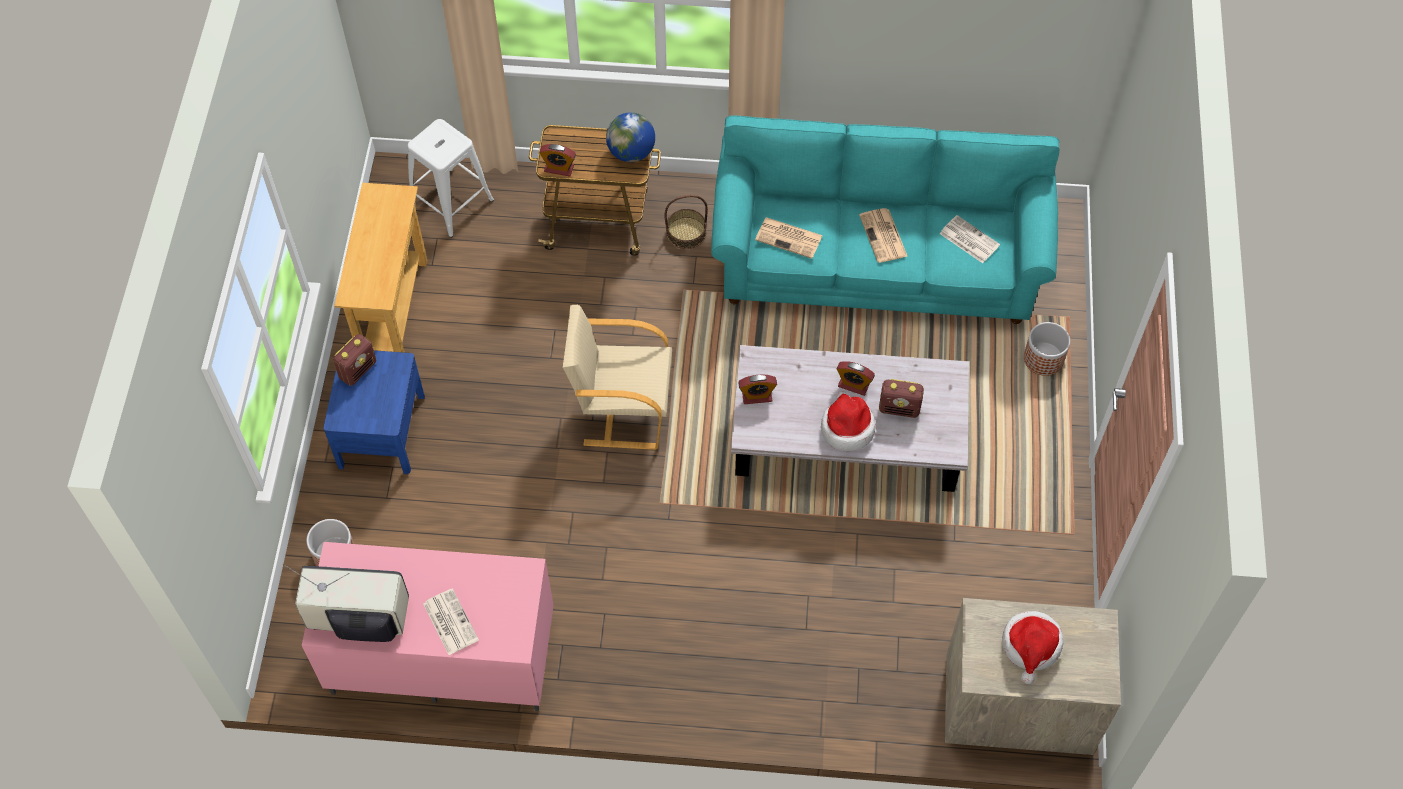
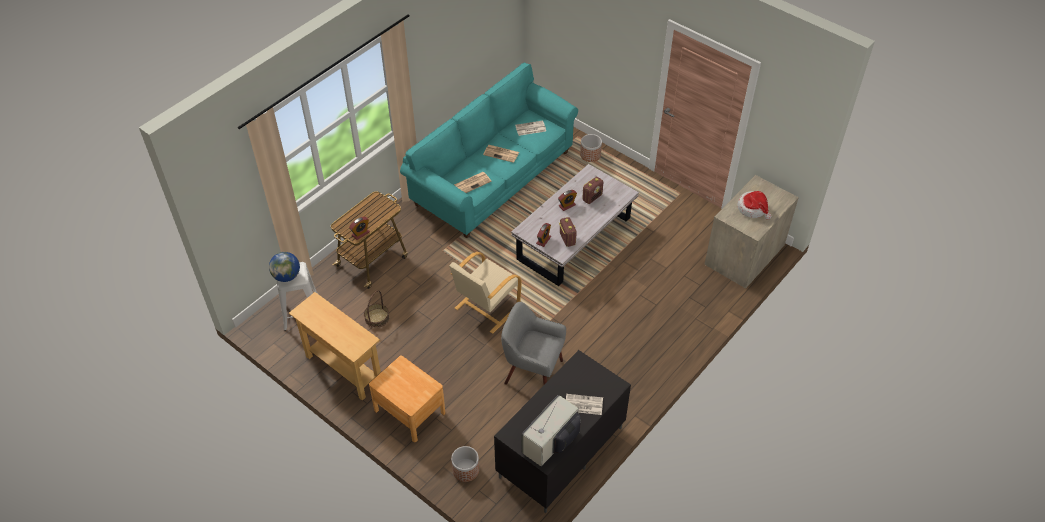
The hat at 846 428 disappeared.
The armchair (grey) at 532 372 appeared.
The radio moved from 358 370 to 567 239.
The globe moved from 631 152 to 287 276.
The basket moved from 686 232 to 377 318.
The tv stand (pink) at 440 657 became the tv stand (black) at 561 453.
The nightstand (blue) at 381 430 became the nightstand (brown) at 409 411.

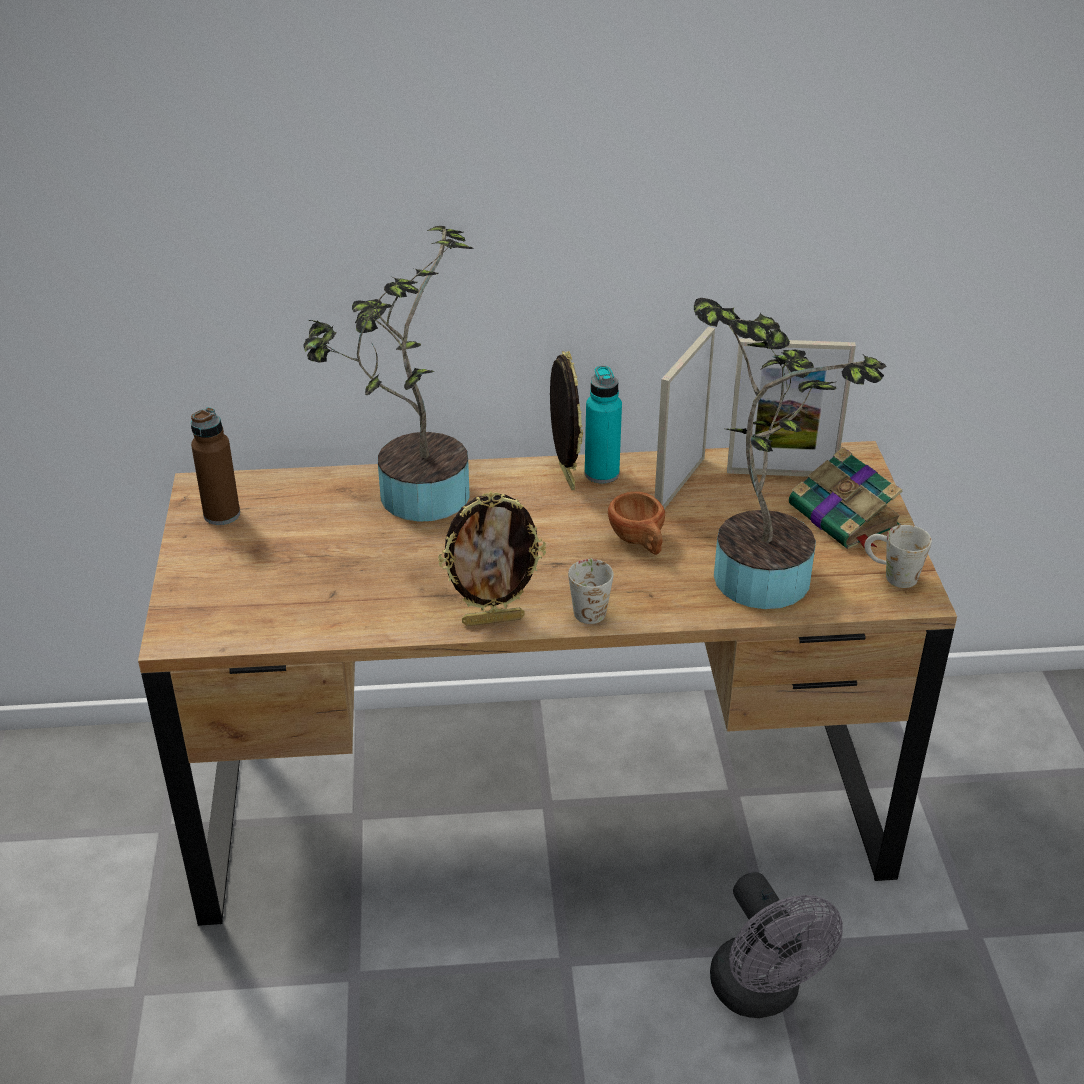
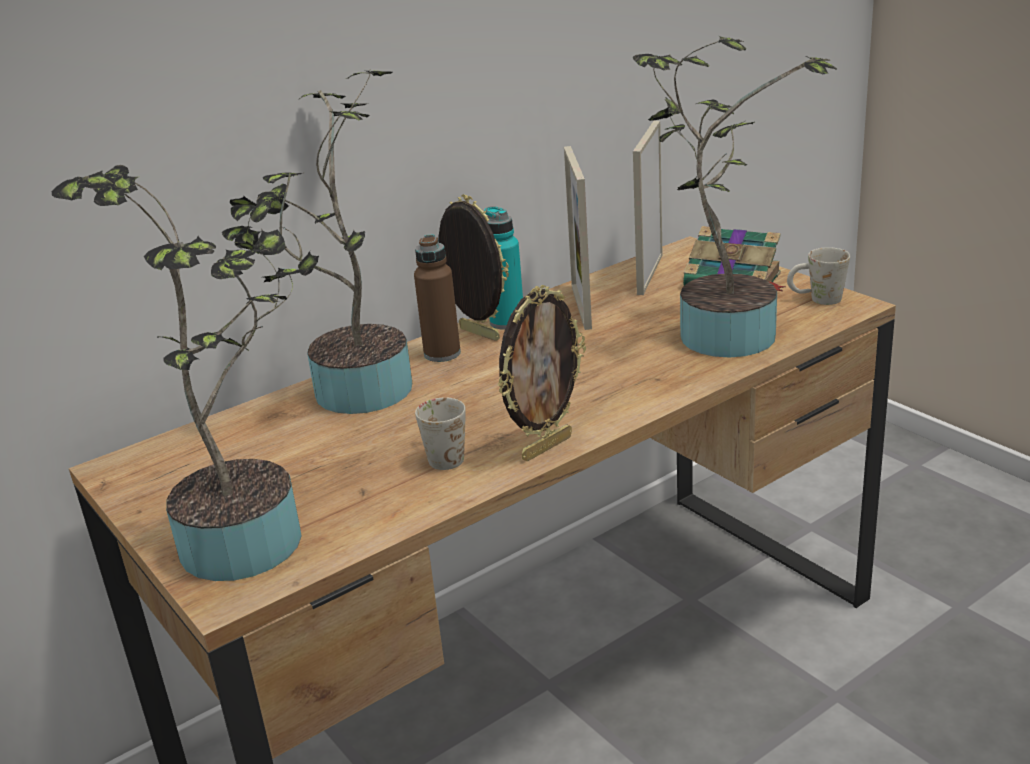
The cup (brown) at 639 542 disappeared.
The fan (grey) at 762 994 disappeared.
The potted plant at 251 534 appeared.
The bottle (brown) moved from 222 514 to 442 354.
The mug (white) moved from 589 606 to 440 455.
The picture frame at 781 473 turned 135 degrees clockwise.

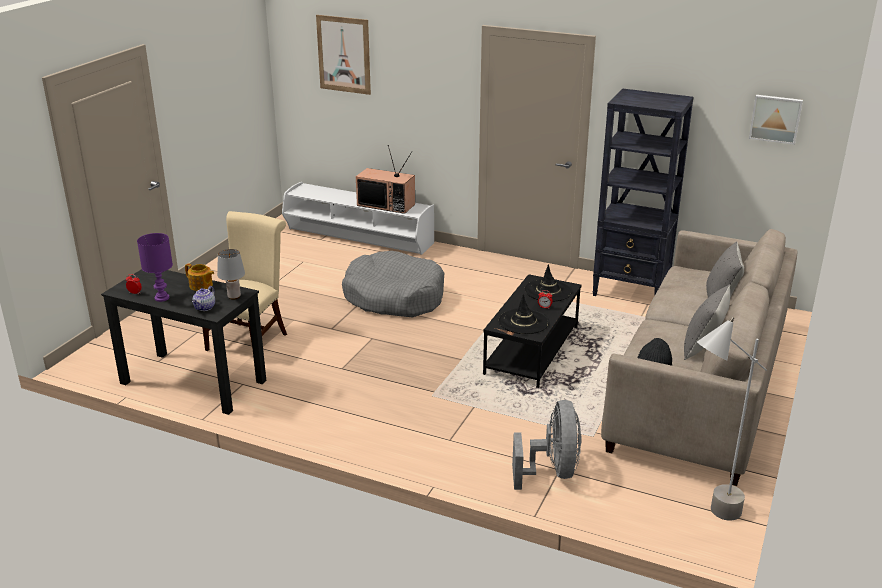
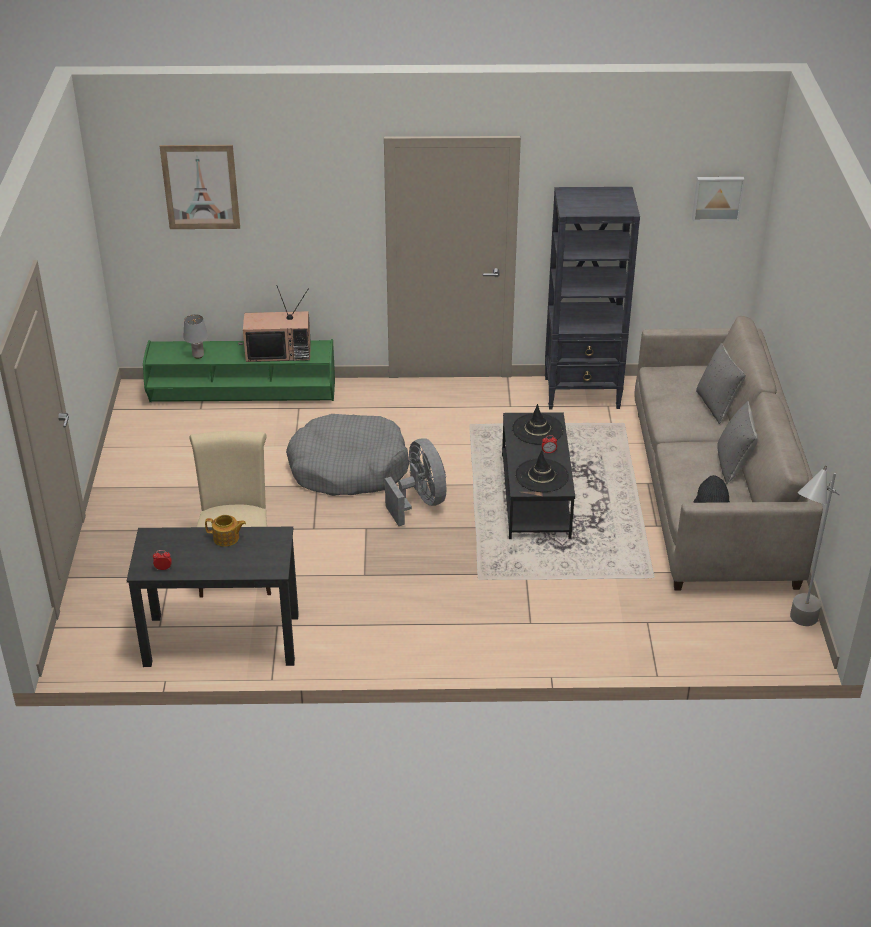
The table lamp (purple) at 162 298 disappeared.
The teapot at 205 308 disappeared.
The table lamp (grey) moved from 234 297 to 198 356.
The fan (grey) moved from 552 471 to 420 502.
The tv stand (white) at 358 238 became the tv stand (green) at 243 395.

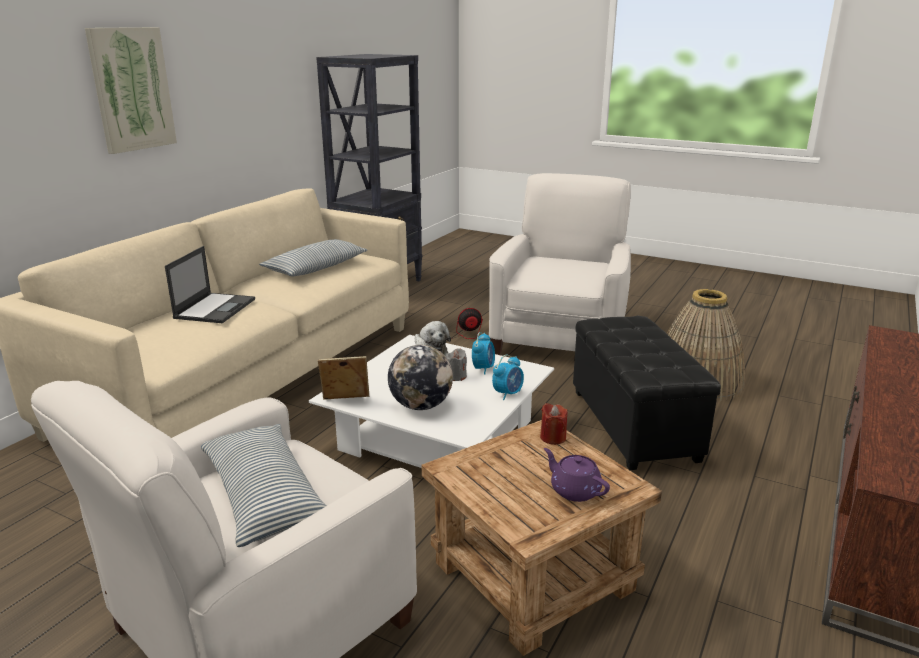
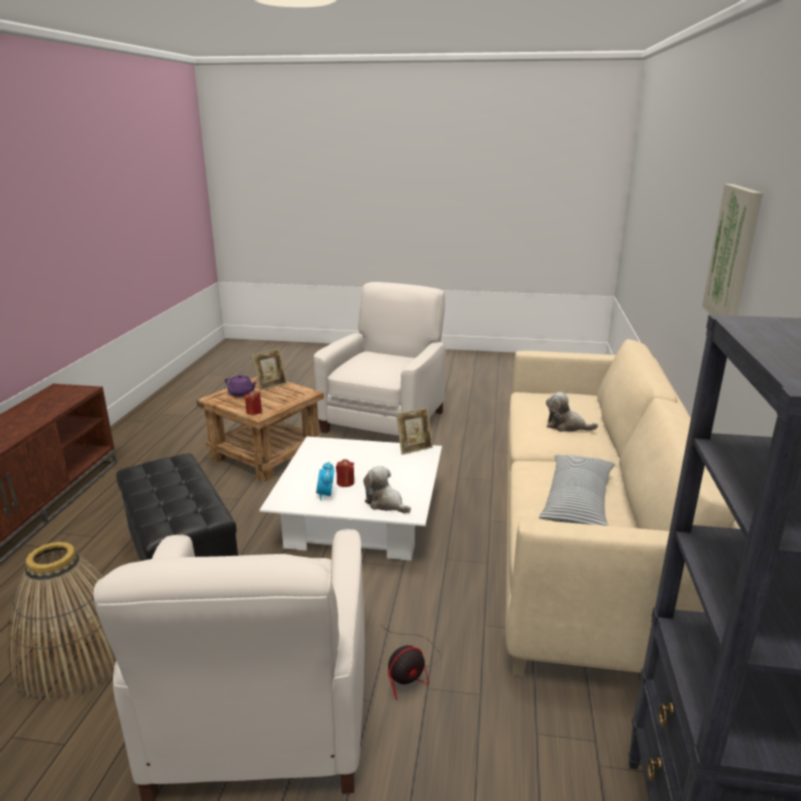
The pillow at 263 495 disappeared.
The globe at 420 406 disappeared.
The alarm clock at 508 393 disappeared.
The picture frame at 271 385 appeared.
The laptop at 215 308 was replaced by the plush toy at 566 426.
The candle (grey) at 456 376 became the candle (red) at 345 482.

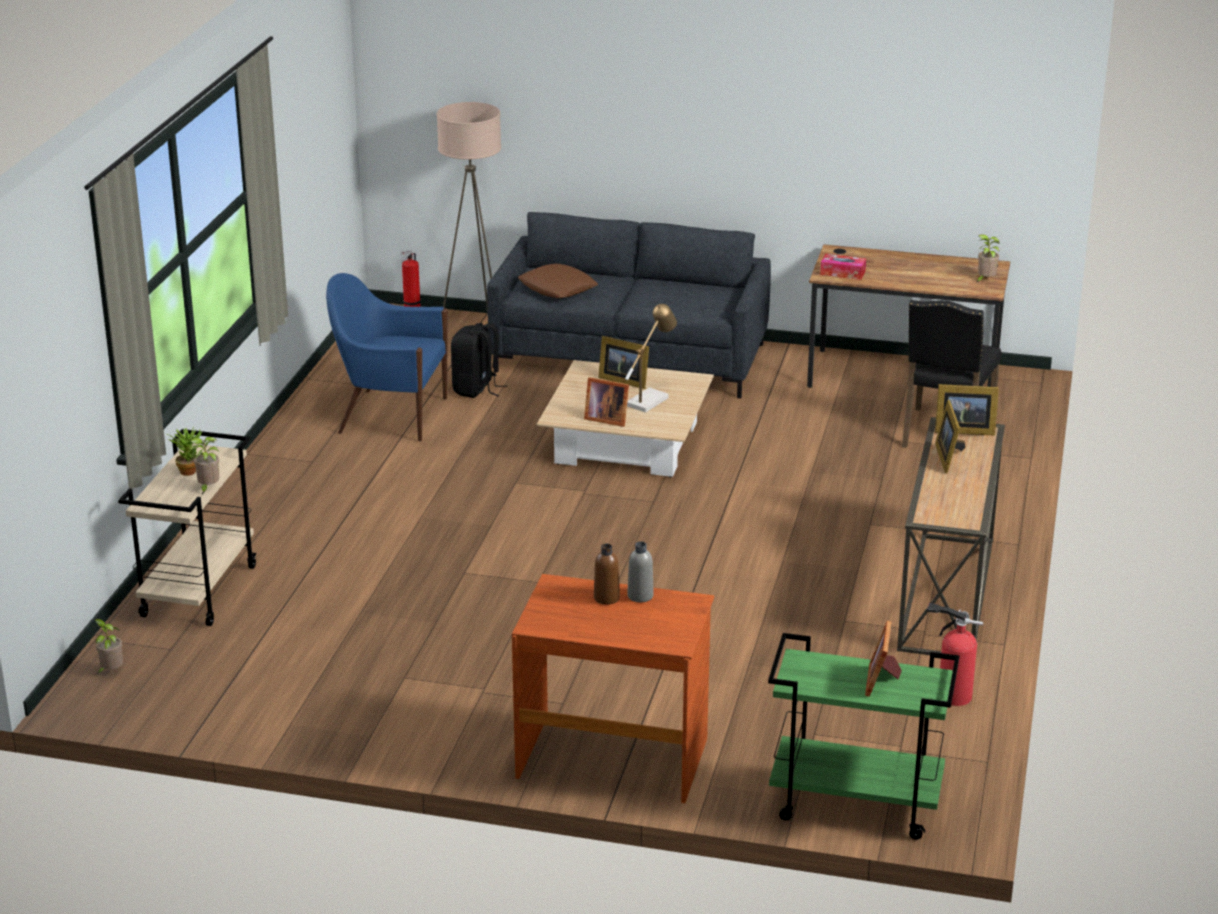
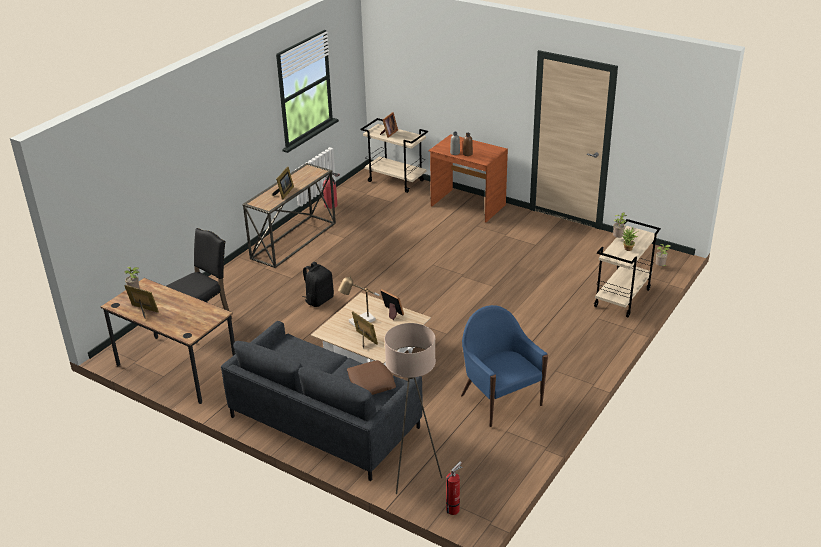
The tissue box at 842 273 disappeared.
The backpack (black) moved from 476 389 to 319 300.
The picture frame moved from 962 430 to 143 311.
The cart (green) at 853 804 became the cart (beige) at 396 181.
The armchair (blue) at 390 415 turned 150 degrees counterclockwise.

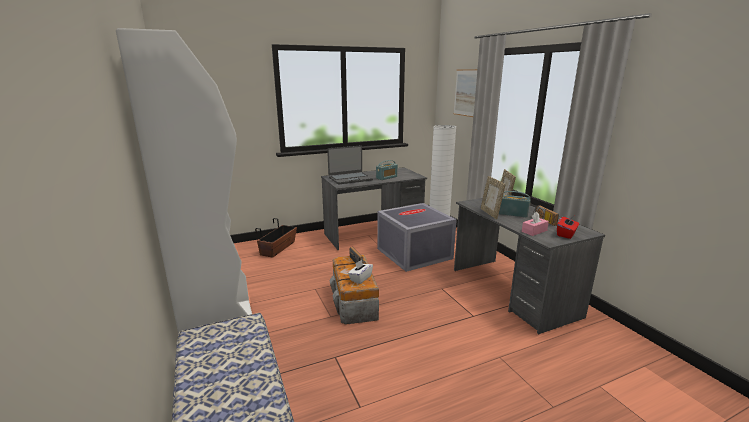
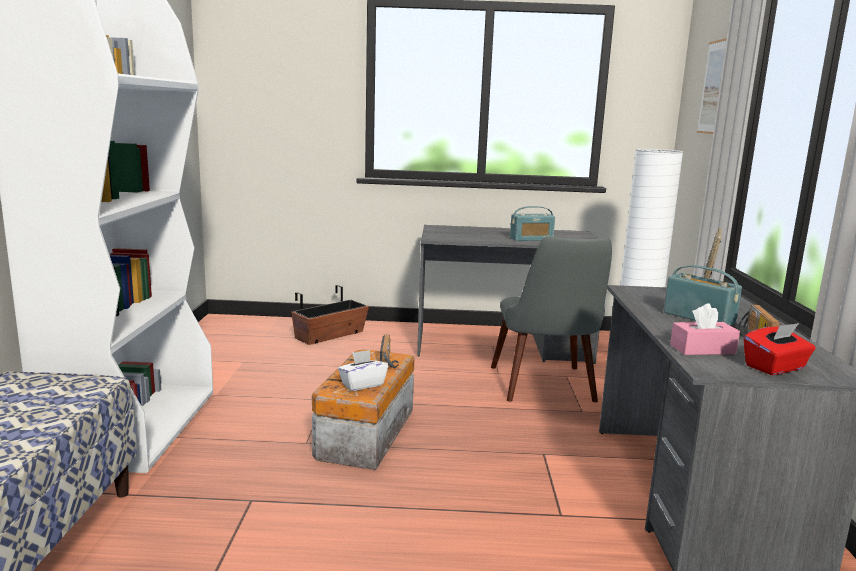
The laptop at 350 179 disappeared.
The picture frame at 490 213 disappeared.
The storage box (grey) at 414 254 was replaced by the chair (grey) at 546 389.

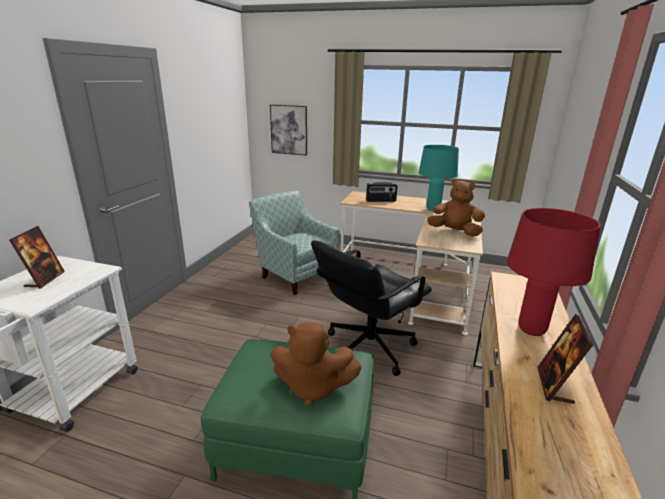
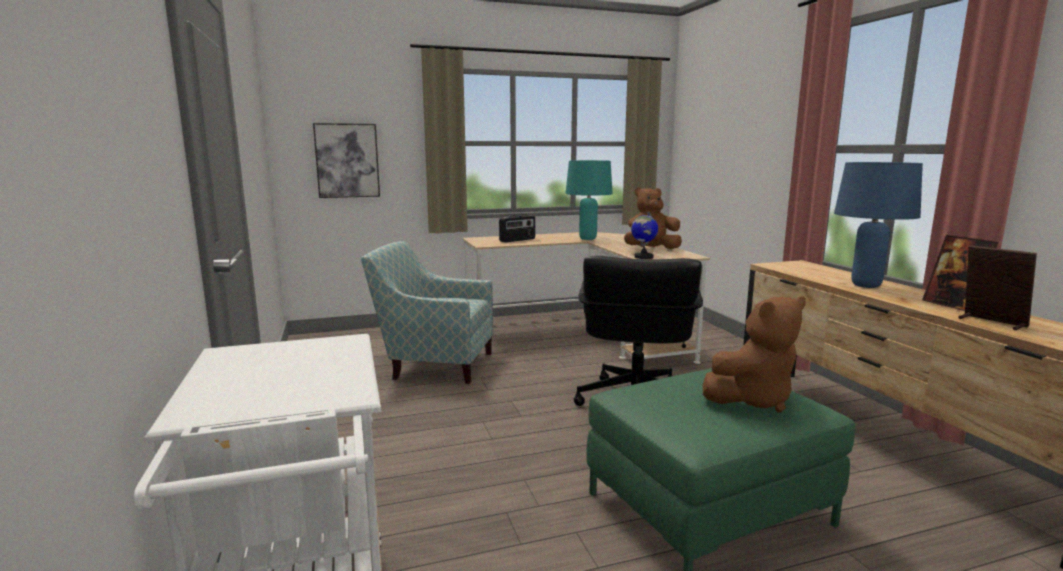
The globe at 643 257 appeared.
The picture frame moved from 45 279 to 991 322.
The table lamp (red) at 531 330 became the table lamp (blue) at 866 286.

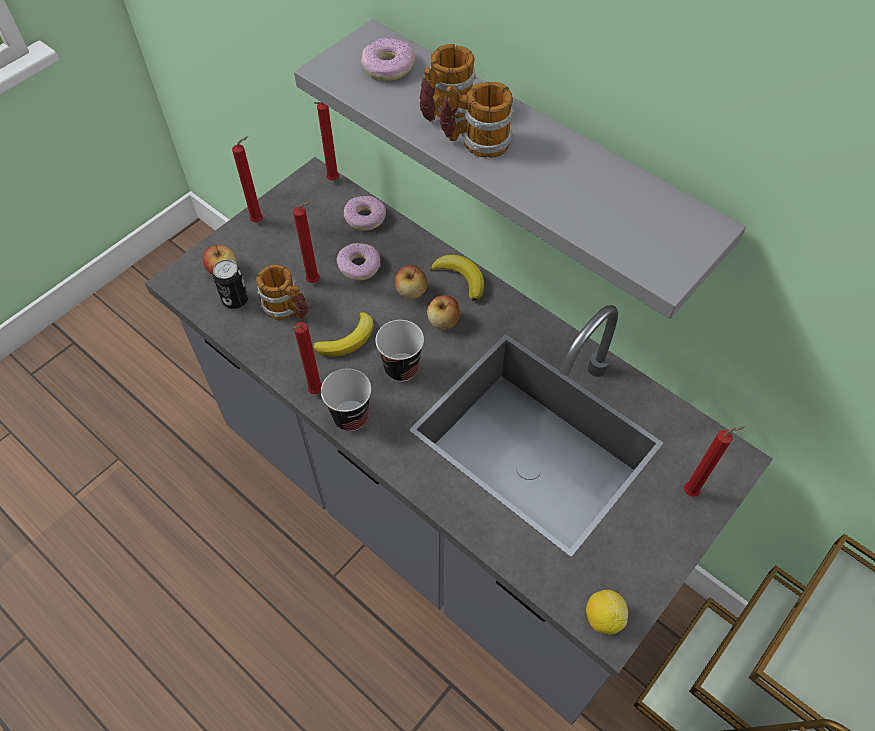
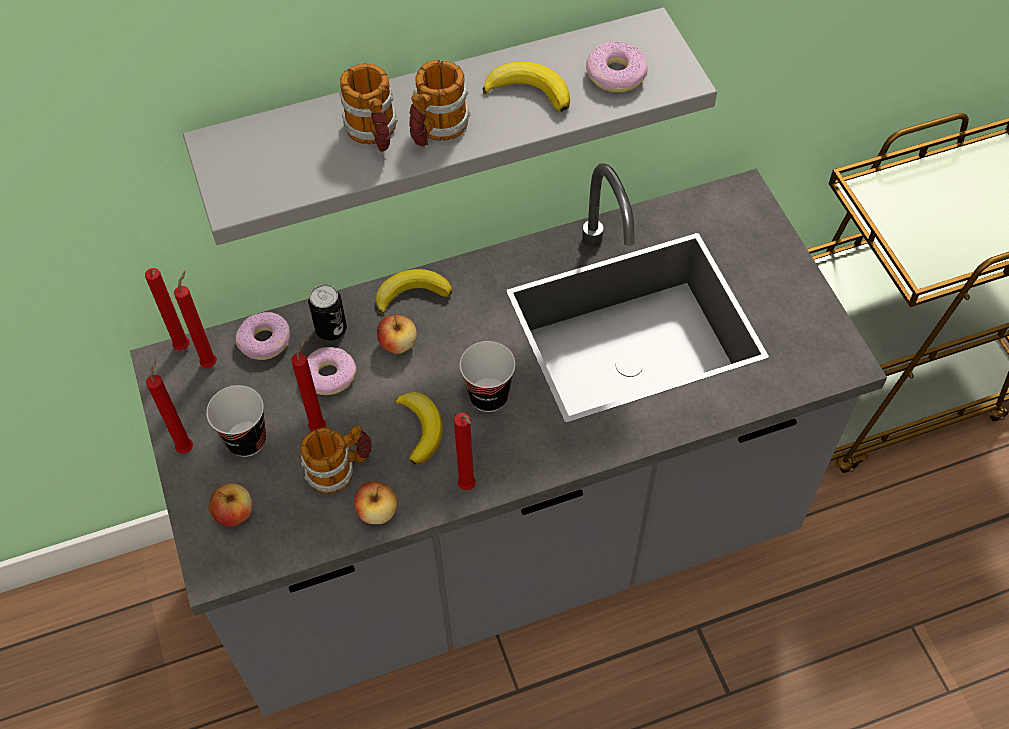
The lemon at 603 617 disappeared.
The banana at 529 91 appeared.
The can moved from 235 299 to 331 329.
The cup moved from 351 417 to 246 440.
The donut moved from 388 67 to 615 75.
The apple moved from 443 322 to 377 512.
The candle (red) moved from 693 491 to 211 362.

